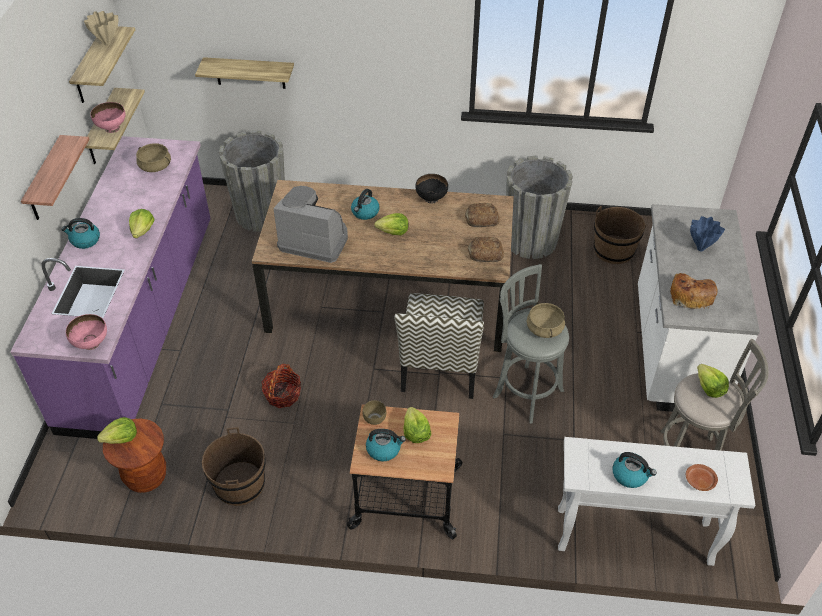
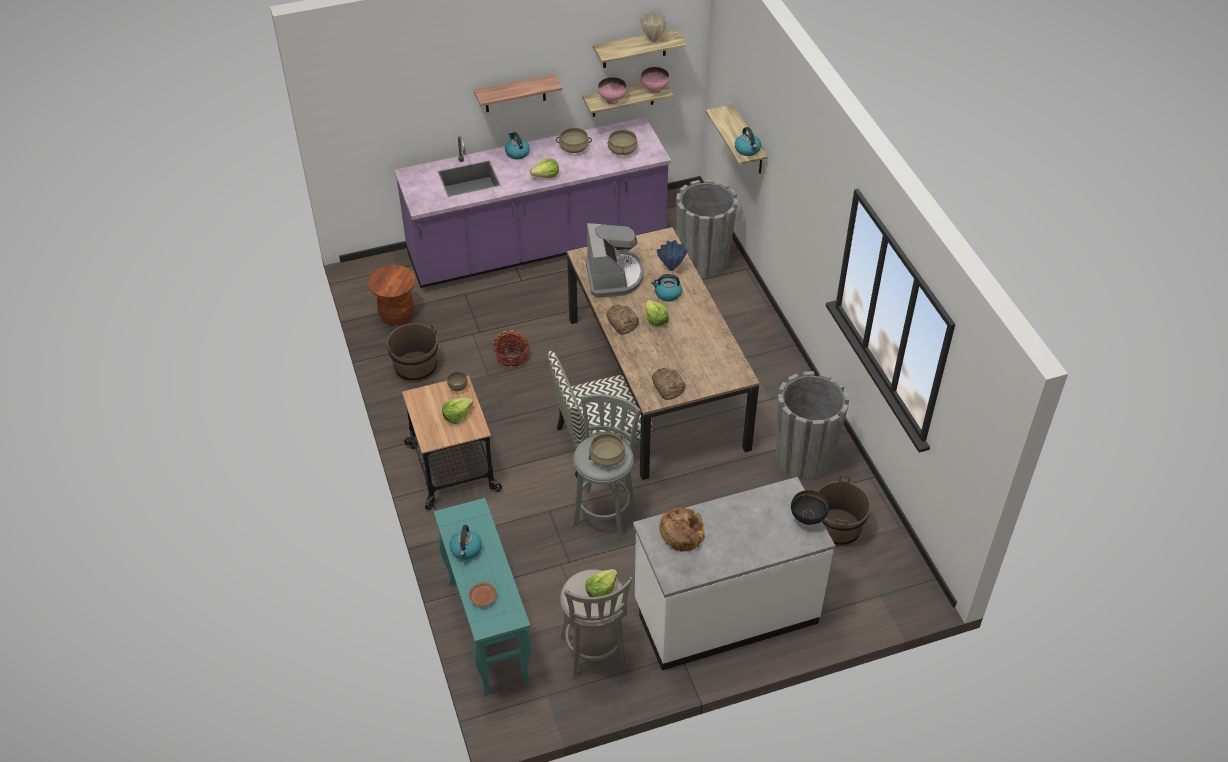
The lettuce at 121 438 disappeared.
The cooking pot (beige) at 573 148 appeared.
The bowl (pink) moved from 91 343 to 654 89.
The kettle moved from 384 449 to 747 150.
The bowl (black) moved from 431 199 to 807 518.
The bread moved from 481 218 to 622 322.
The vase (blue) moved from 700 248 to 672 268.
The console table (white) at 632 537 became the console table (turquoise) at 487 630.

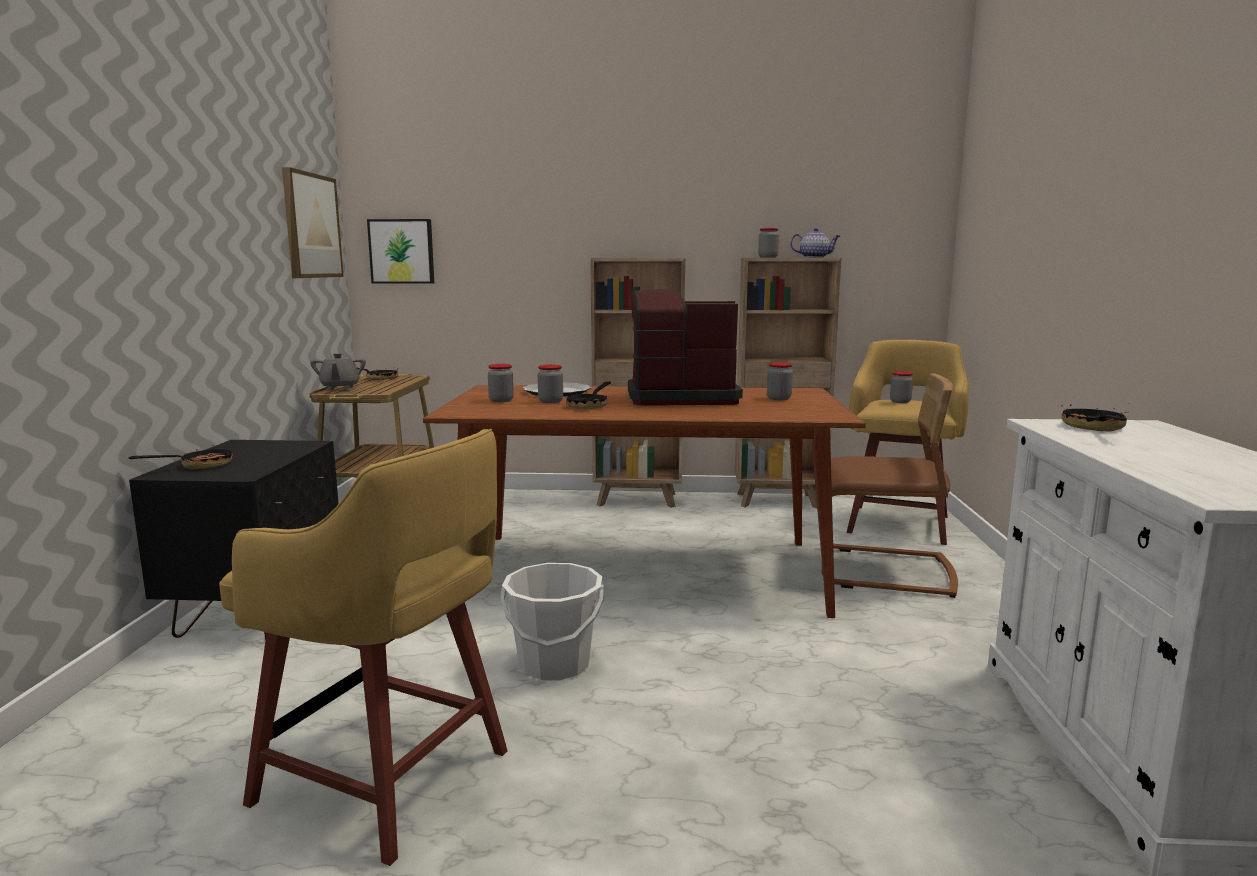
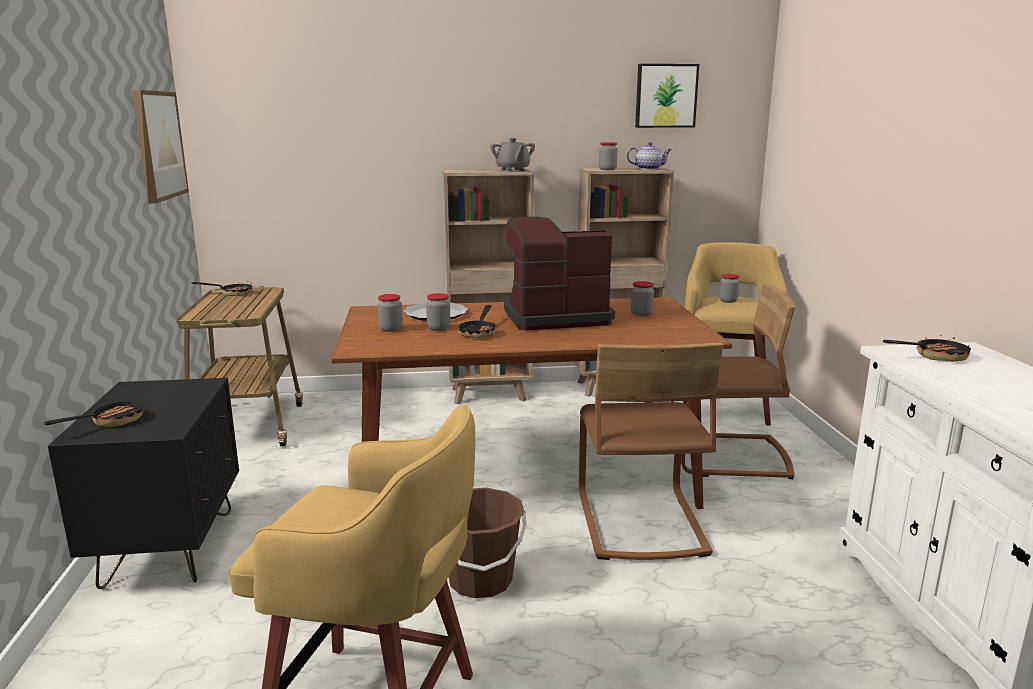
The chair (brown) at 638 522 appeared.
The teapot (grey) moved from 340 388 to 512 170.
The picture moved from 402 251 to 665 96.
The bucket (white) at 554 664 became the bucket (brown) at 480 580.
The frying pan at 1094 428 turned 75 degrees clockwise.

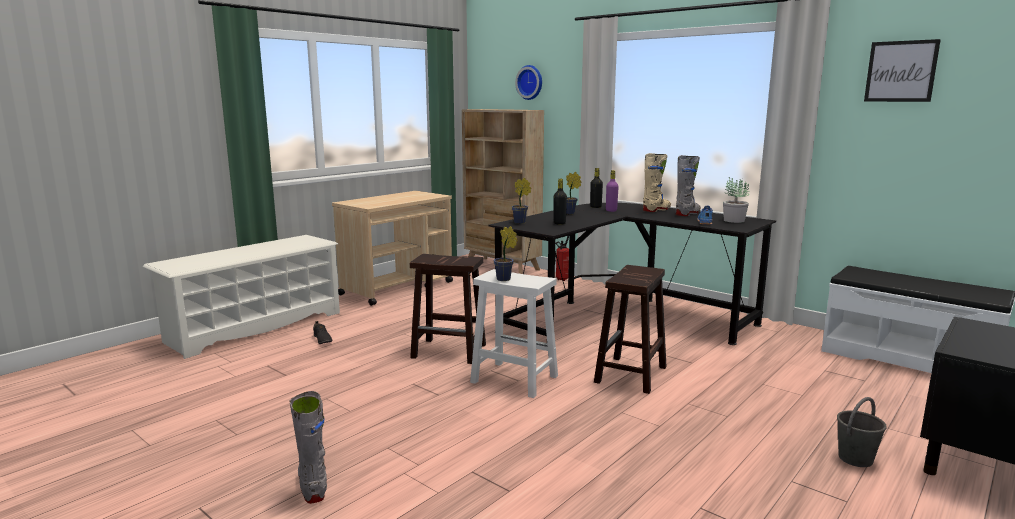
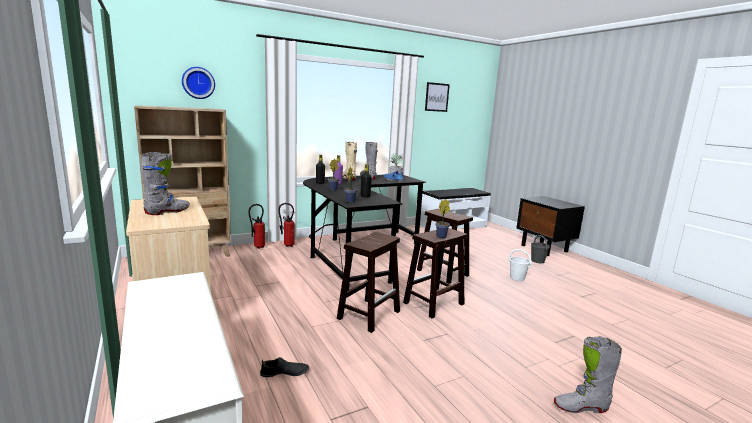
The boot (grey) at 168 212 appeared.
The fire extinguisher at 287 245 appeared.
The bucket (white) at 517 278 appeared.
The stool (white) at 513 379 became the stool (brown) at 433 304.

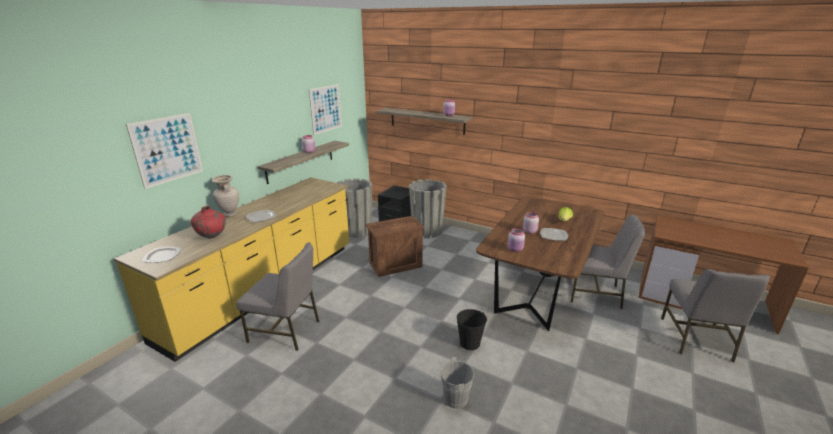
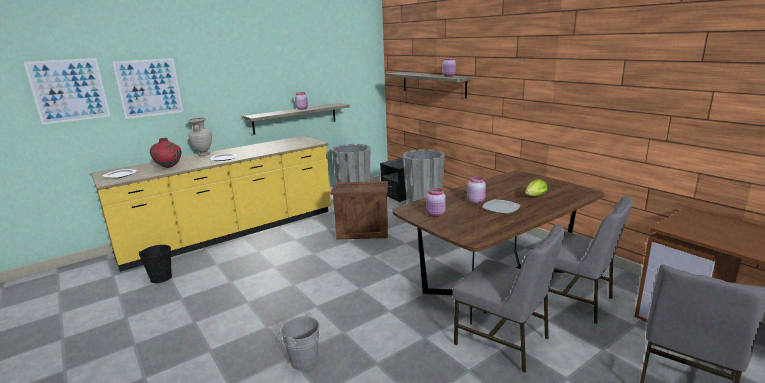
The chair (grey) moved from 285 331 to 503 341.
The picture moved from 326 109 to 69 90.
The bucket (black) moved from 469 343 to 161 278.

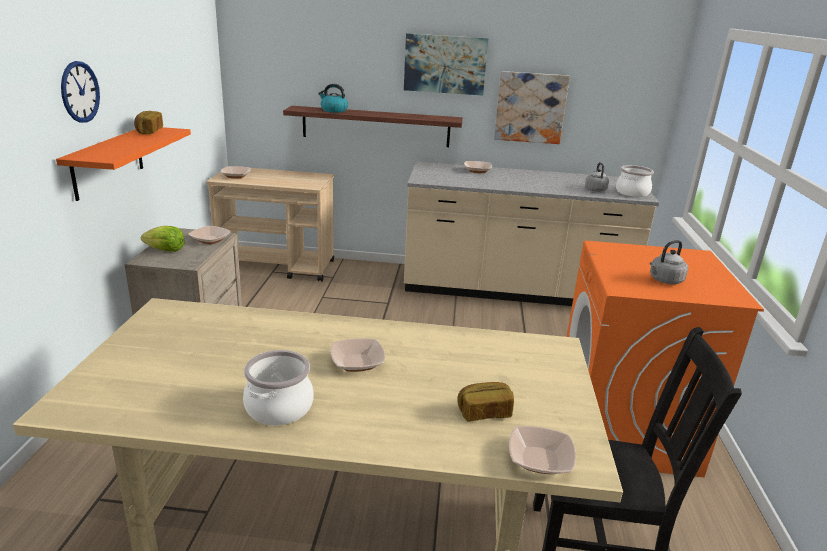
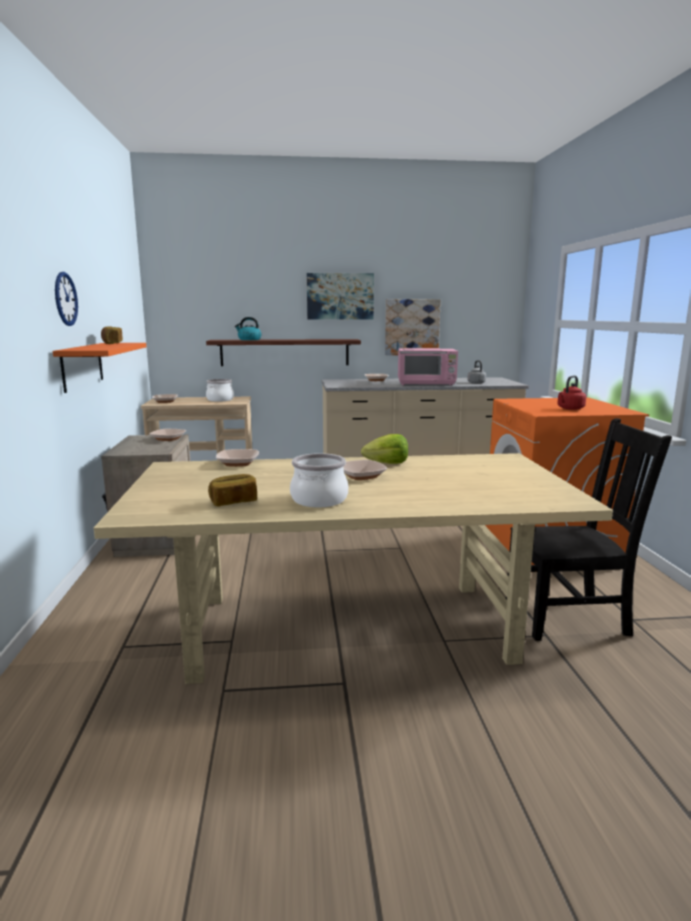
The microwave (pink) at 426 383 appeared.
The lettuce moved from 165 250 to 387 464.
The bread moved from 484 412 to 234 502.
The bowl moved from 540 460 to 238 463.
The cooking pot moved from 632 193 to 220 400.
The kettle (grey) at 664 280 became the kettle (red) at 569 409.

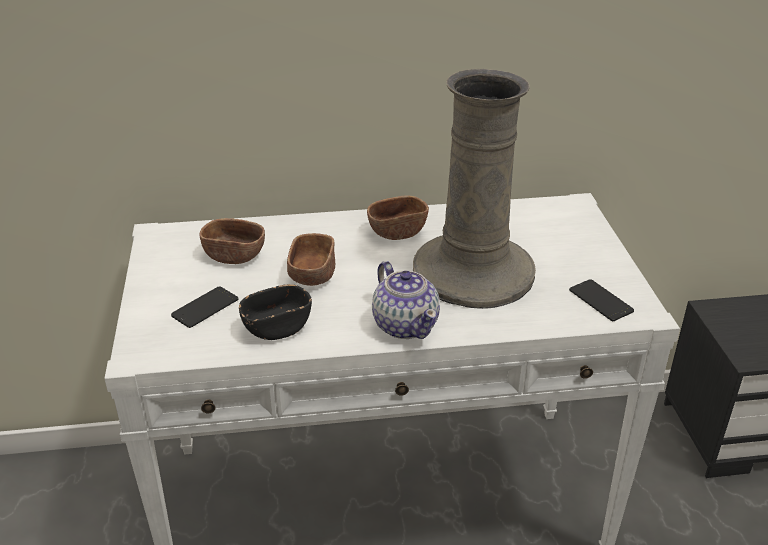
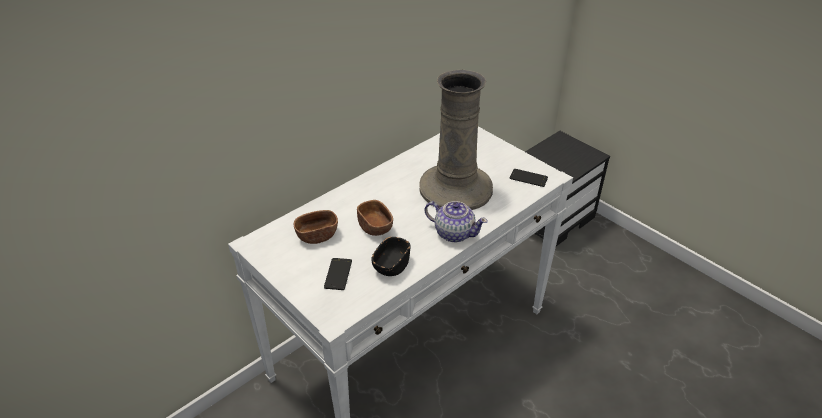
The bowl (brown) at 397 231 disappeared.

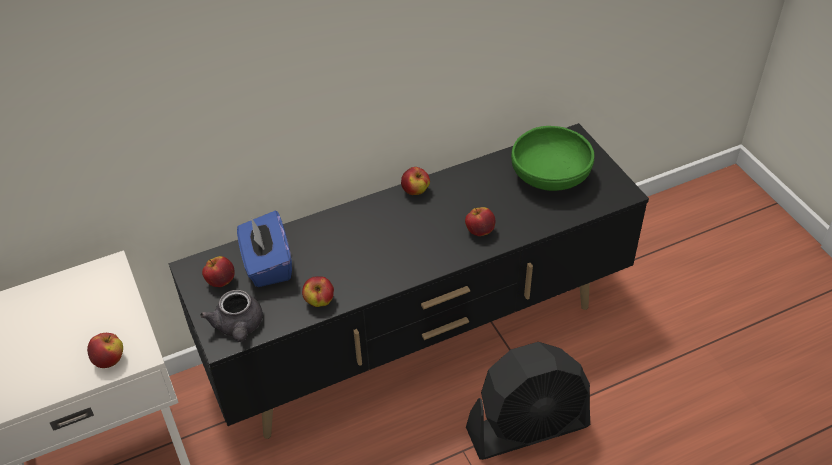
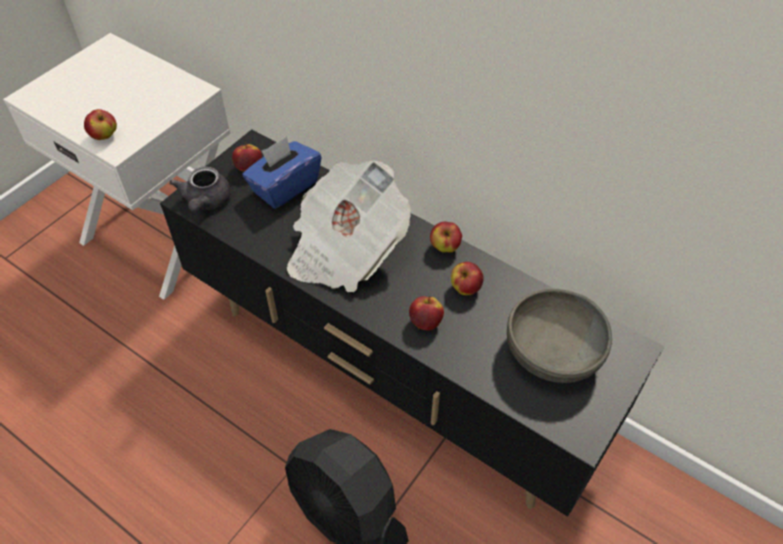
The newspaper at 345 249 appeared.
The apple moved from 319 301 to 465 288.
The bowl (green) at 550 176 became the bowl (grey) at 553 352.
The teapot (grey) at 238 327 turned 45 degrees counterclockwise.

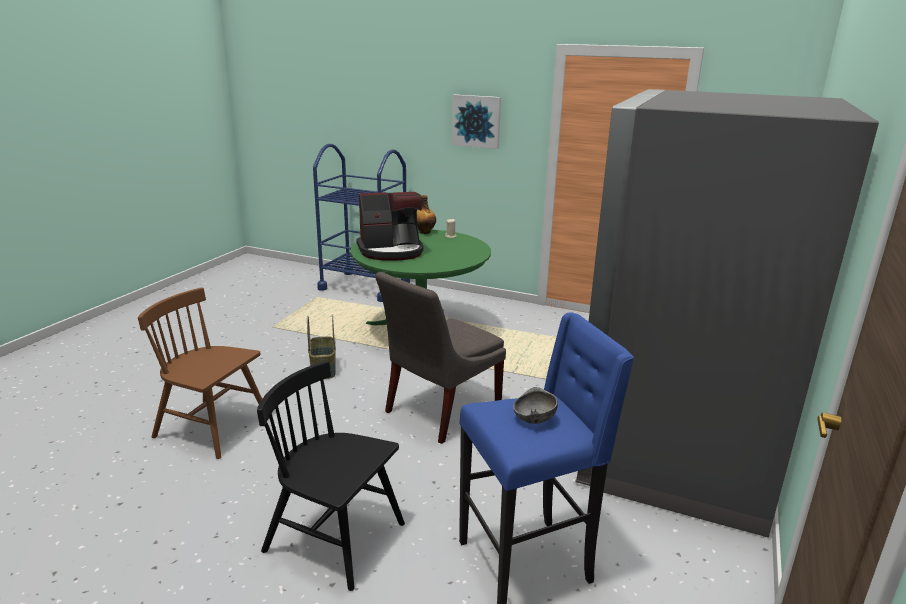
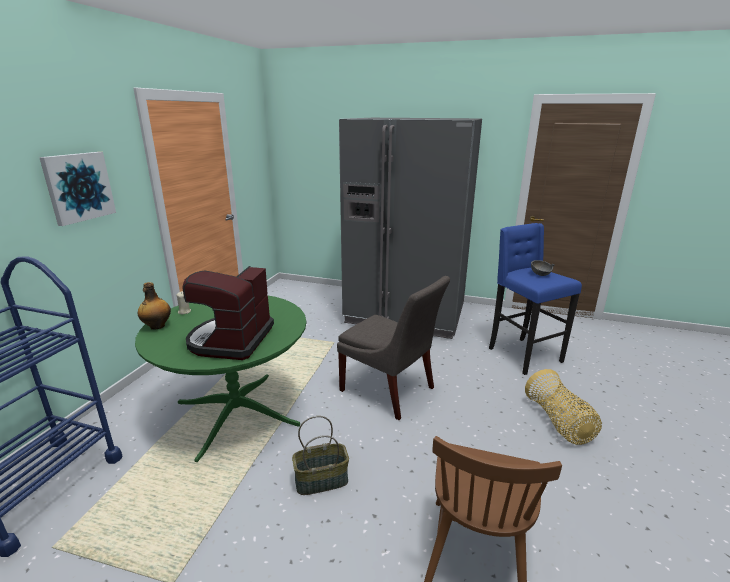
The chair (black) at 335 538 was replaced by the basket at 559 423.
The coffee machine at 391 251 turned 150 degrees counterclockwise.

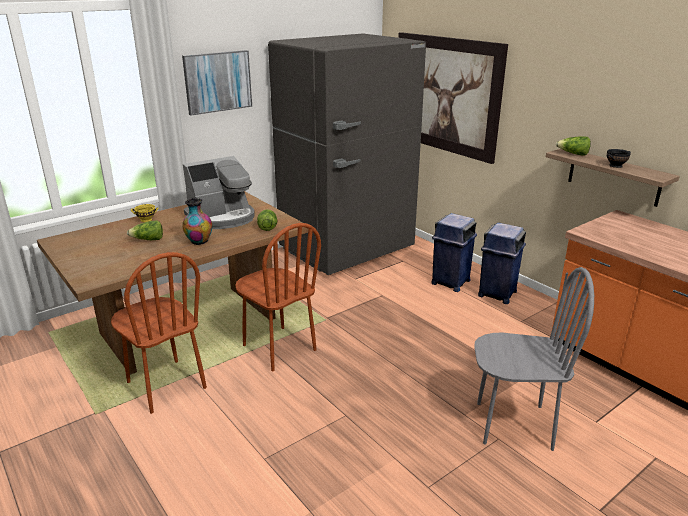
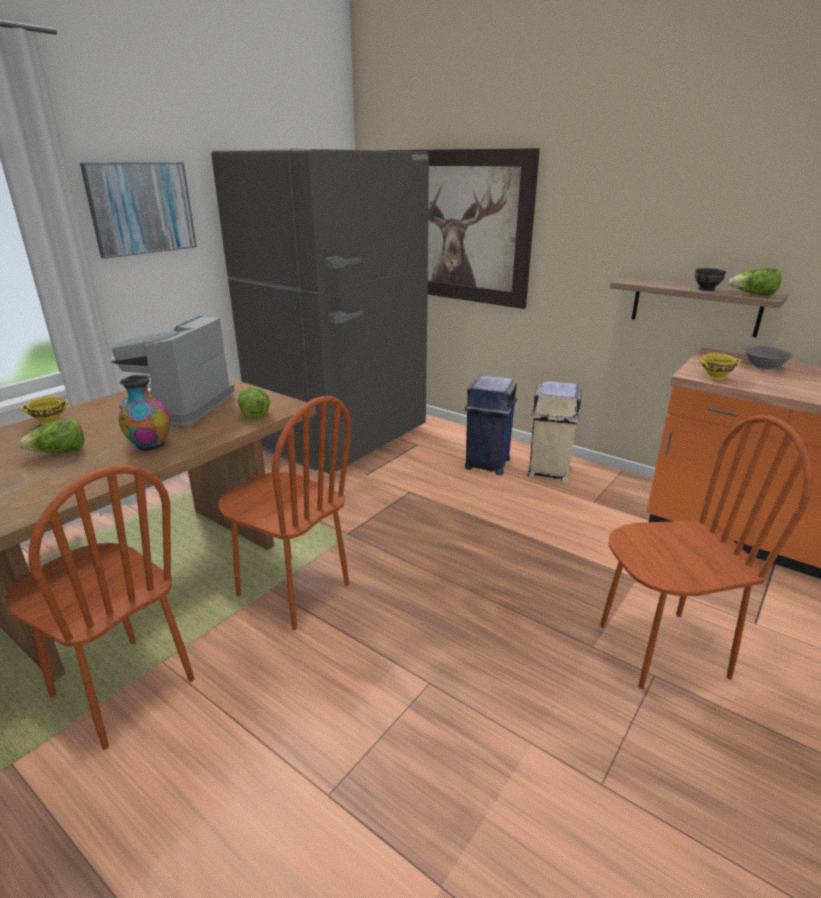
The bowl (yellow) at 716 377 appeared.
The bowl (grey) at 763 367 appeared.
The lettuce moved from 573 154 to 753 294.
The chair (grey) at 513 425 became the chair (brown) at 662 649.
The trash can (blue) at 497 294 became the trash can (beige) at 548 471.
The coffee machine at 222 218 turned 150 degrees clockwise.

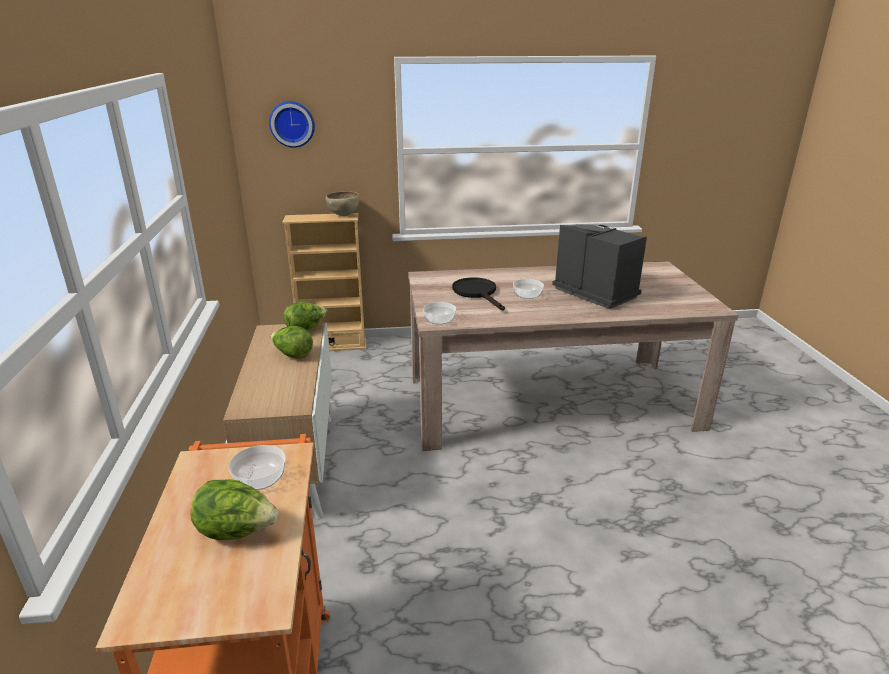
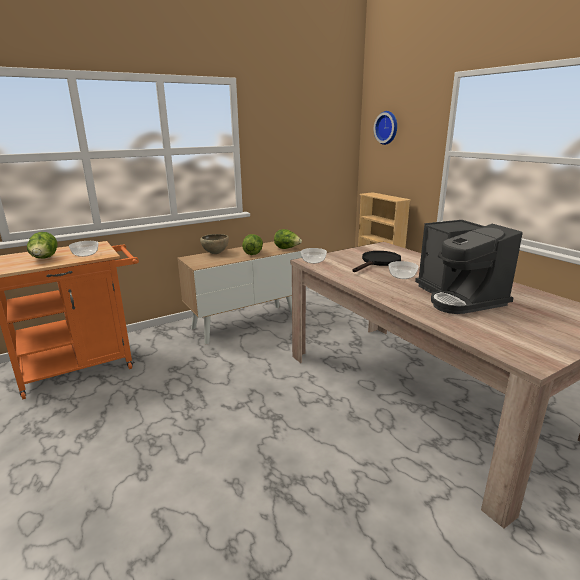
The bowl (brown) moved from 344 215 to 215 253.
The coffee machine at 595 292 turned 135 degrees clockwise.

